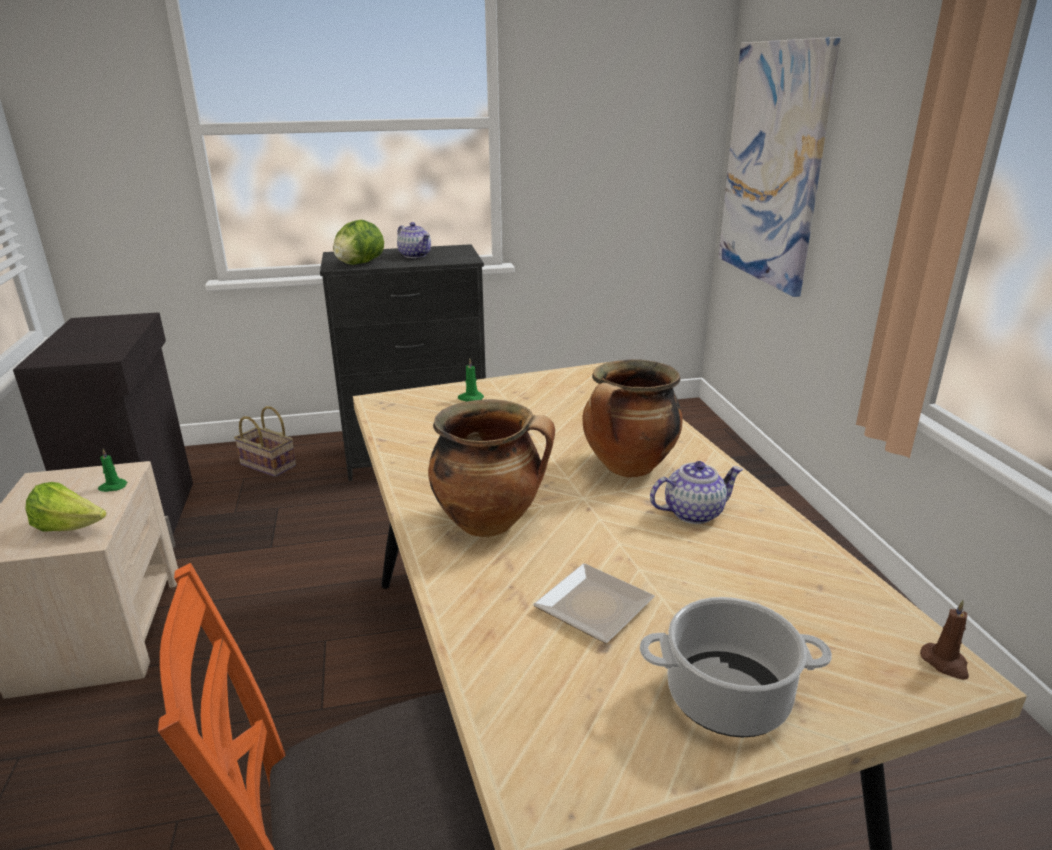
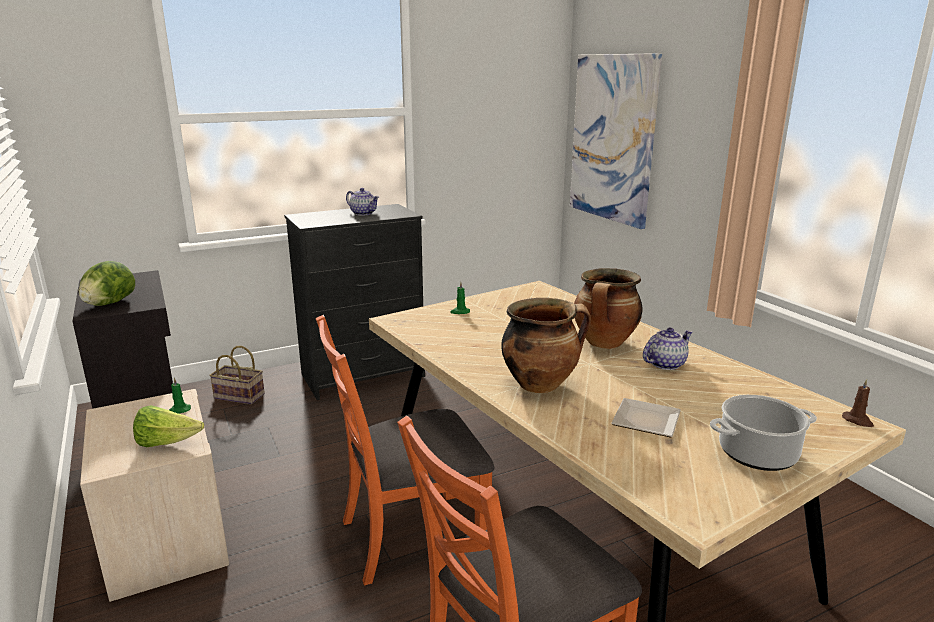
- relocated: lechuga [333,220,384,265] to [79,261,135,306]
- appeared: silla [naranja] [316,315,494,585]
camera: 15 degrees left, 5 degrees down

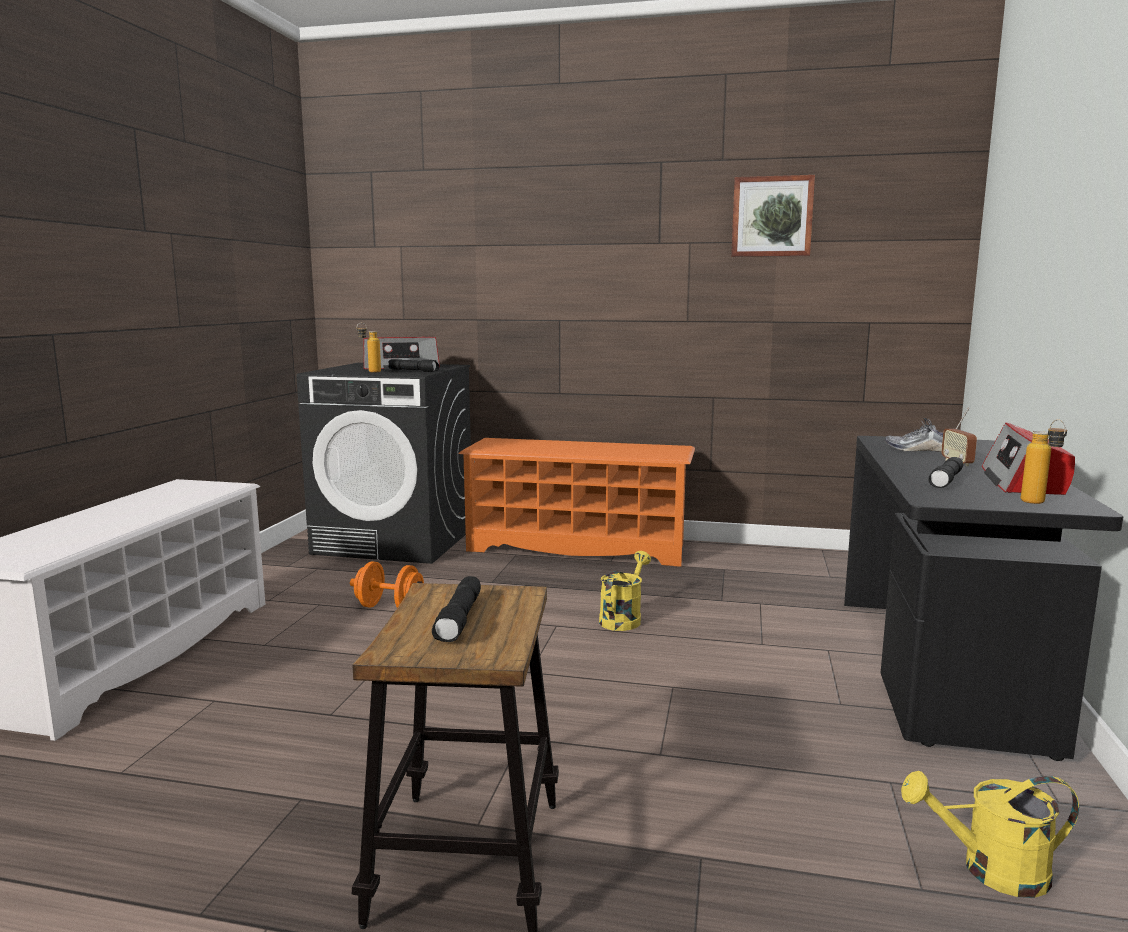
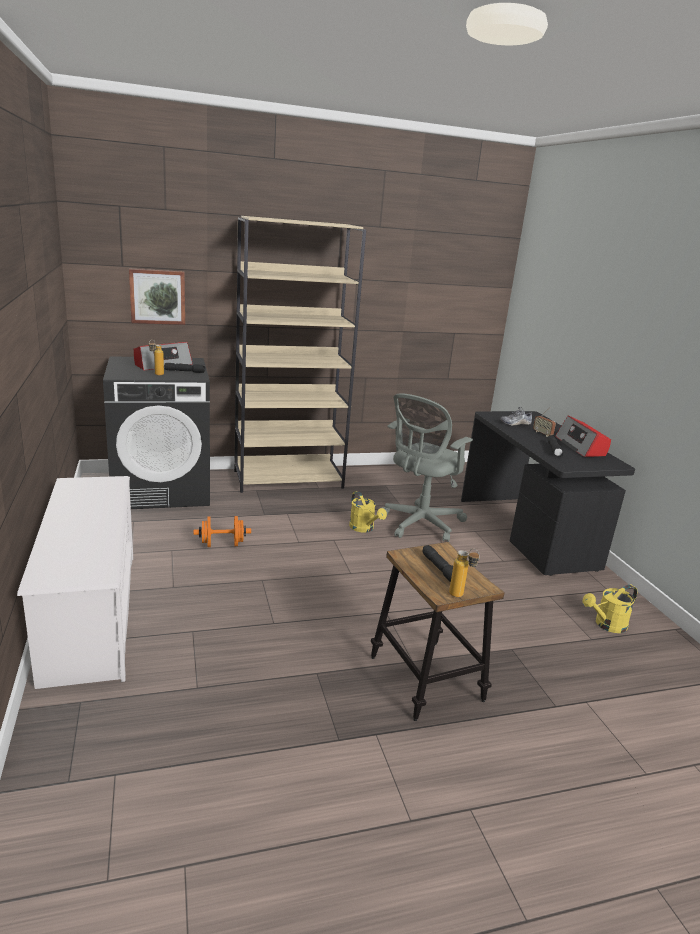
- exchanged: zapatero [naranja] [458,438,695,567] to estantería [beis] [234,216,366,493]
- spun: regadera [amarillo] [599,551,651,631] = [349,491,387,532] 150 degrees clockwise
- relocated: cuadro [731,175,815,257] to [129,268,185,325]
- relocated: botella [1021,419,1067,504] to [449,549,480,597]
- appeared: silla de oficina [gris] [382,393,473,542]
camera: 30 degrees left, 10 degrees up

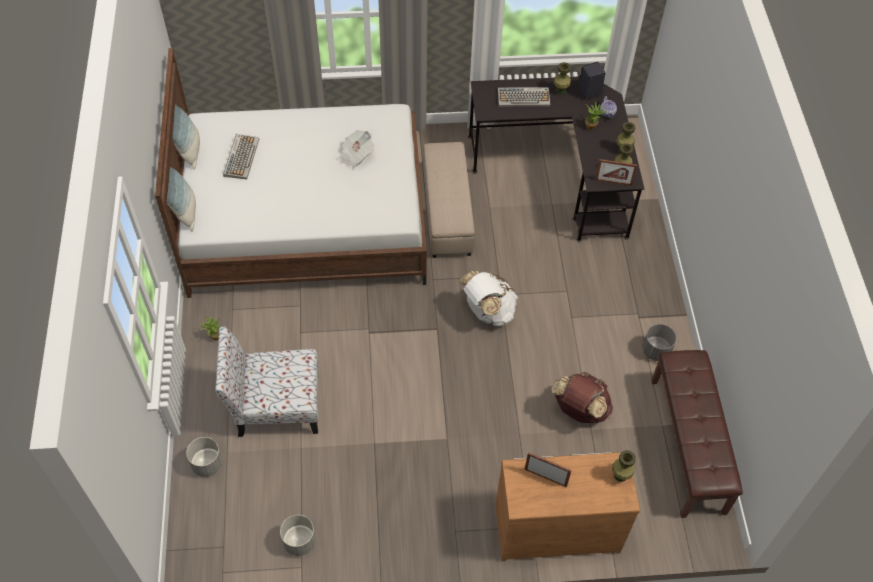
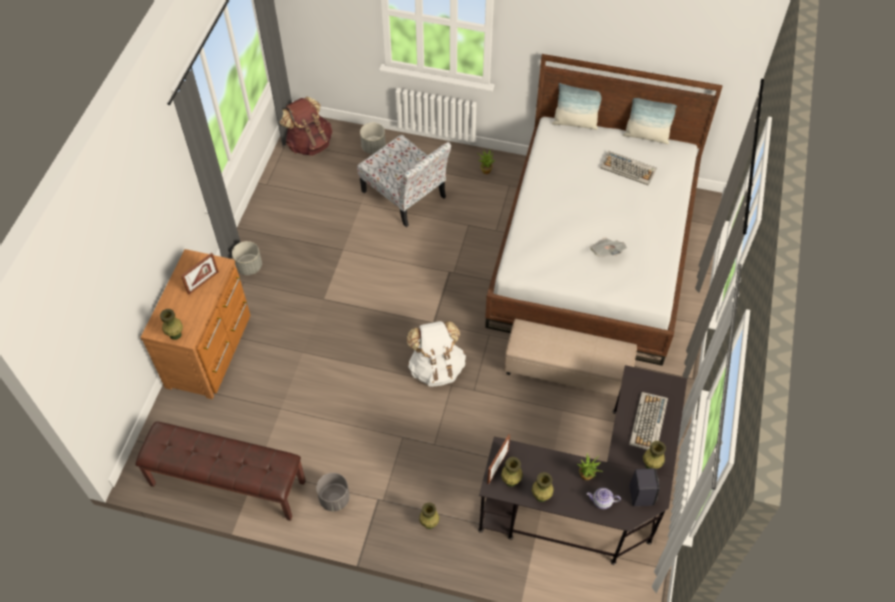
- spun: silla [215,326,318,437] = [357,135,451,227] 120 degrees clockwise
- relocated: maceta [gris] [280,515,316,556] to [232,241,262,275]
- relocated: mochila [marrón] [551,372,613,423] to [280,96,332,156]
- appeared: florero [verde] [419,502,439,529]
camera: 110 degrees right, 0 degrees up

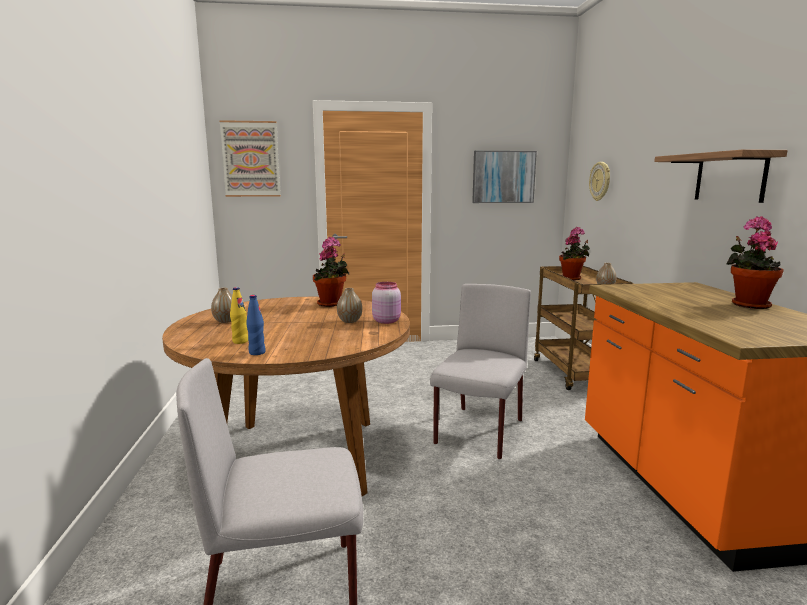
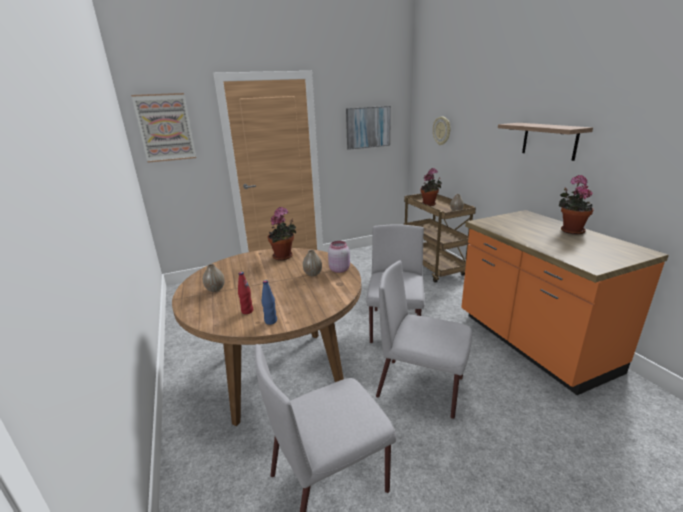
- colour: botella [amarillo] [230,287,248,344] to botella [rojo] [238,272,253,314]
- appeared: silla [gris] [376,260,472,419]
camera: 15 degrees left, 10 degrees up

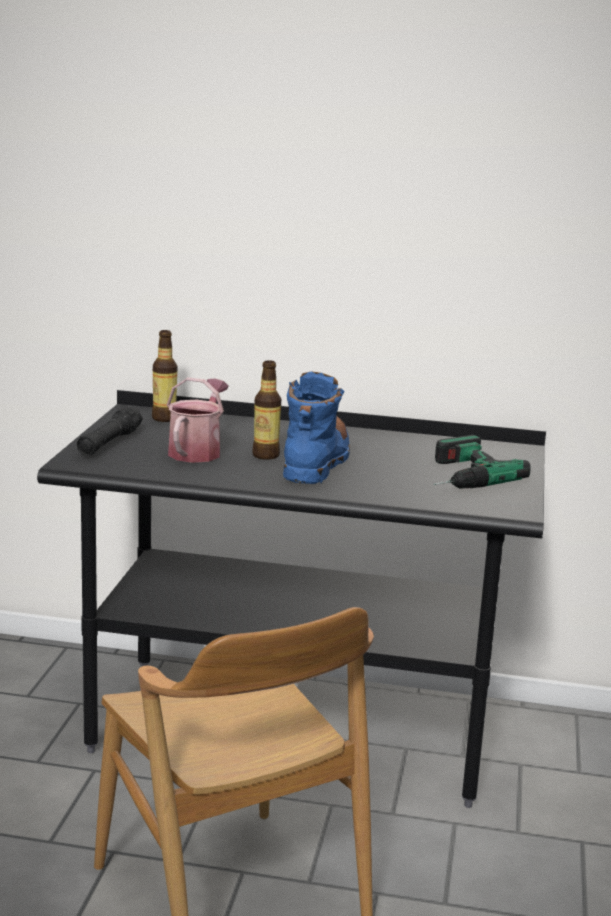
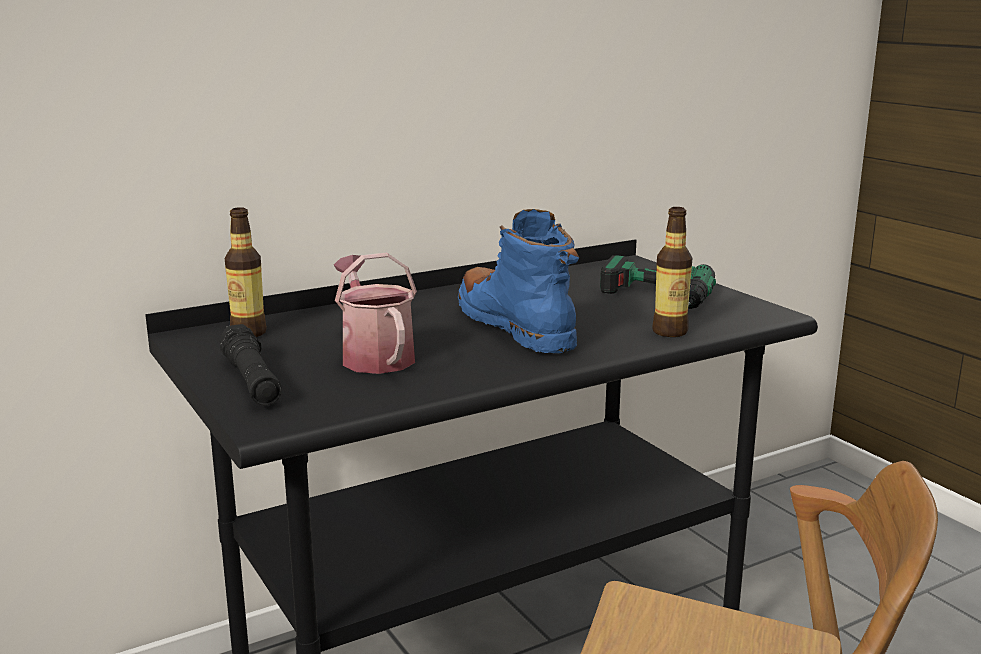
- relocated: botella [252,360,281,460] to [652,207,692,337]
camera: 40 degrees left, 0 degrees up

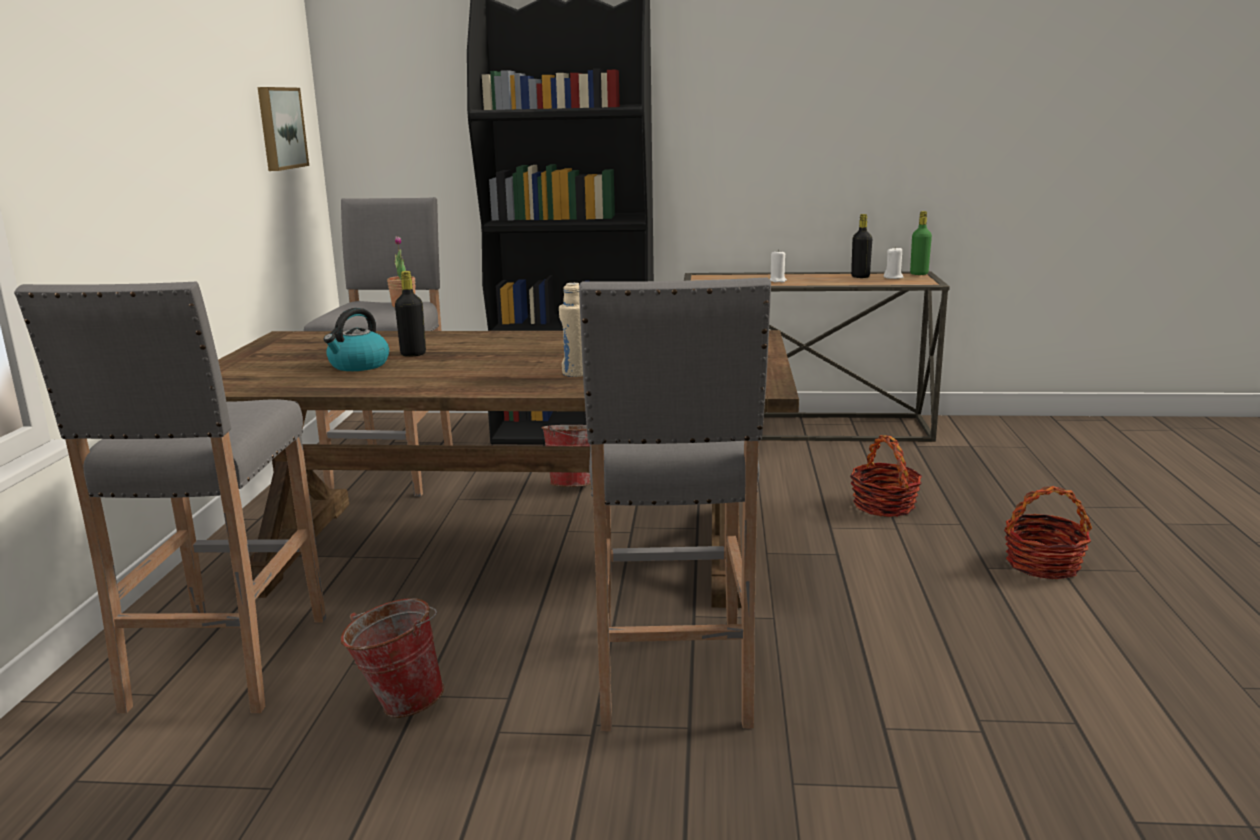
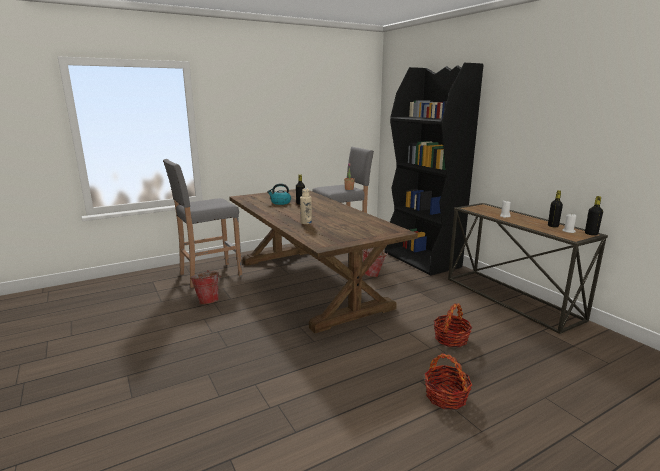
- missing: cuadro [258,87,309,171]
- missing: taburete [gris] [579,277,771,732]
- colour: botella [verde] [910,211,932,275] to botella [negro] [585,196,603,235]
camera: 55 degrees right, 0 degrees up

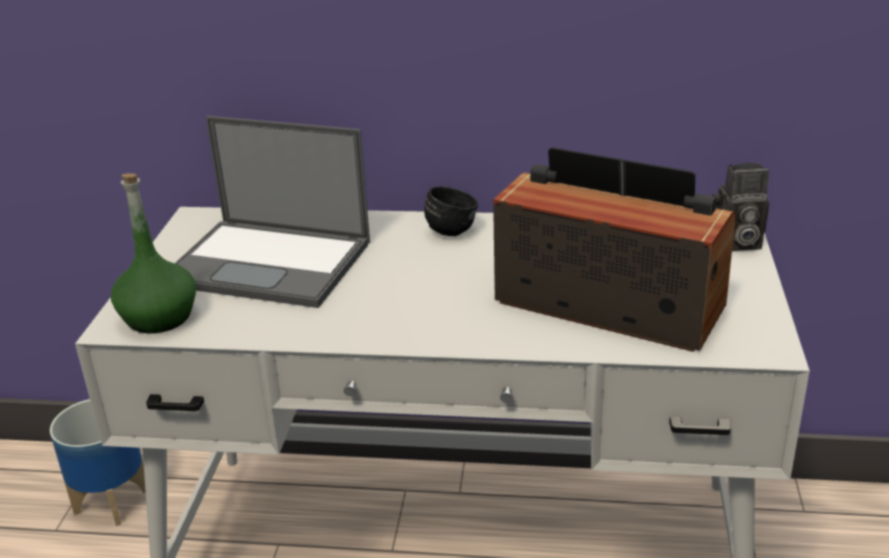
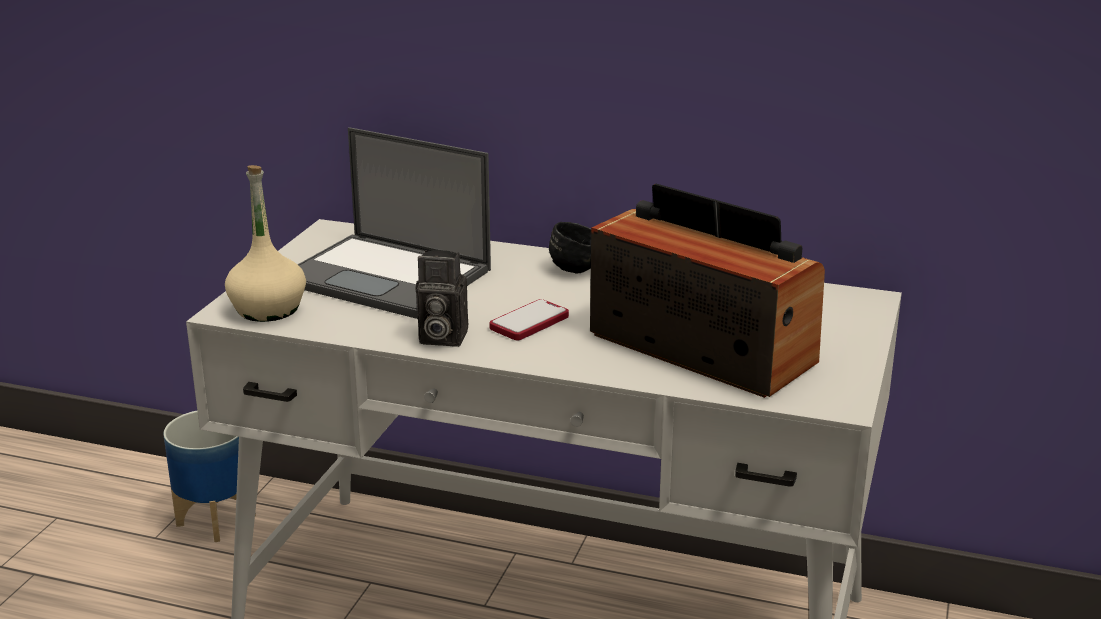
- colour: botella [verde] [111,173,196,334] to botella [beis] [225,165,306,322]
- relocated: cámara [712,163,769,251] to [416,250,468,347]
- appeared: móvil [489,299,569,340]
camera: 10 degrees right, 5 degrees down

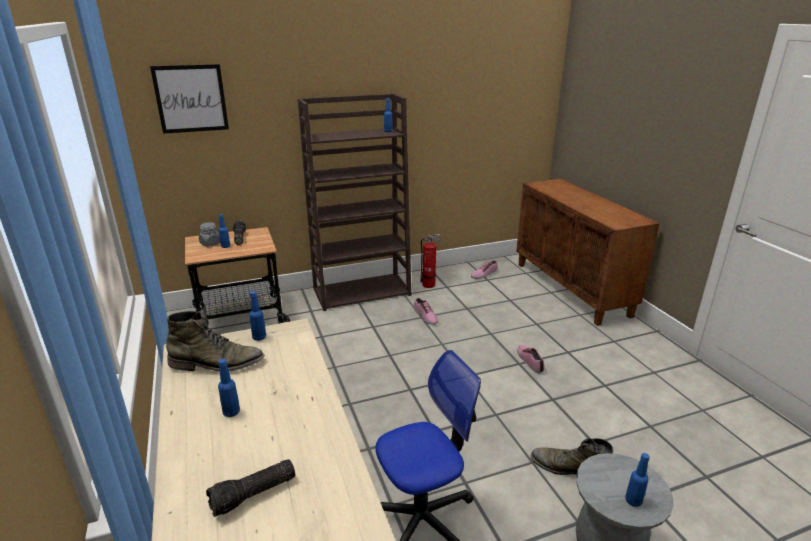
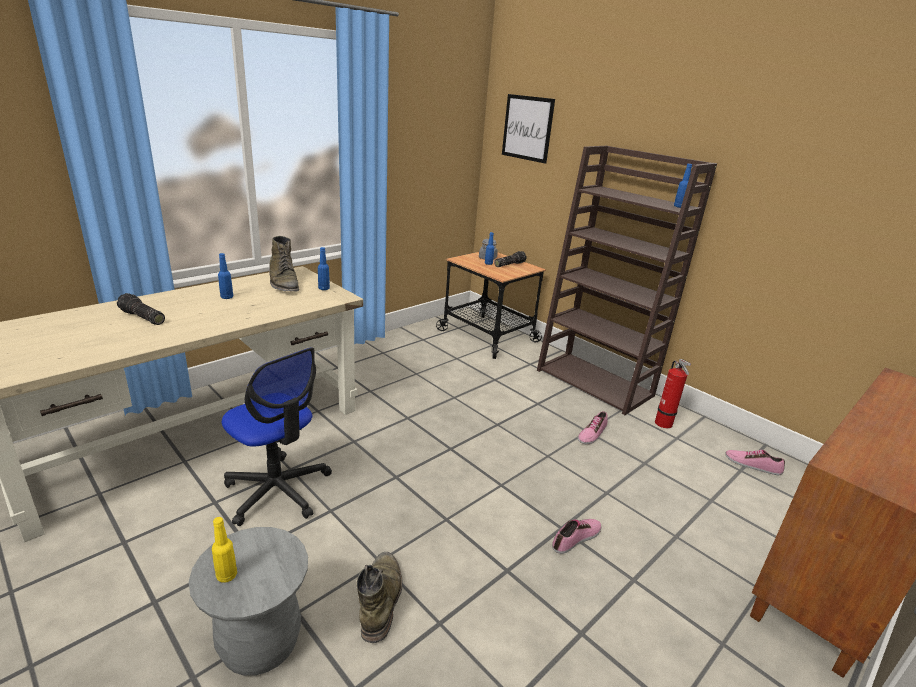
- colour: botella [azul] [625,453,649,507] to botella [amarillo] [212,517,237,583]
camera: 65 degrees right, 0 degrees up

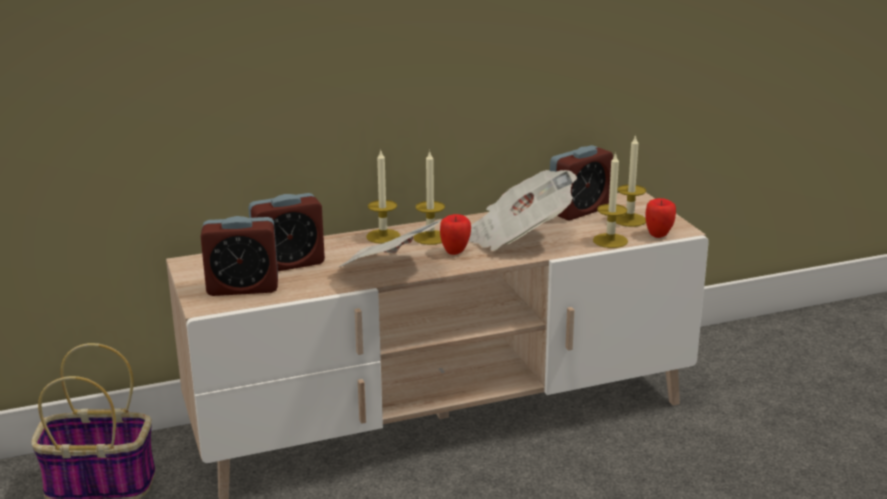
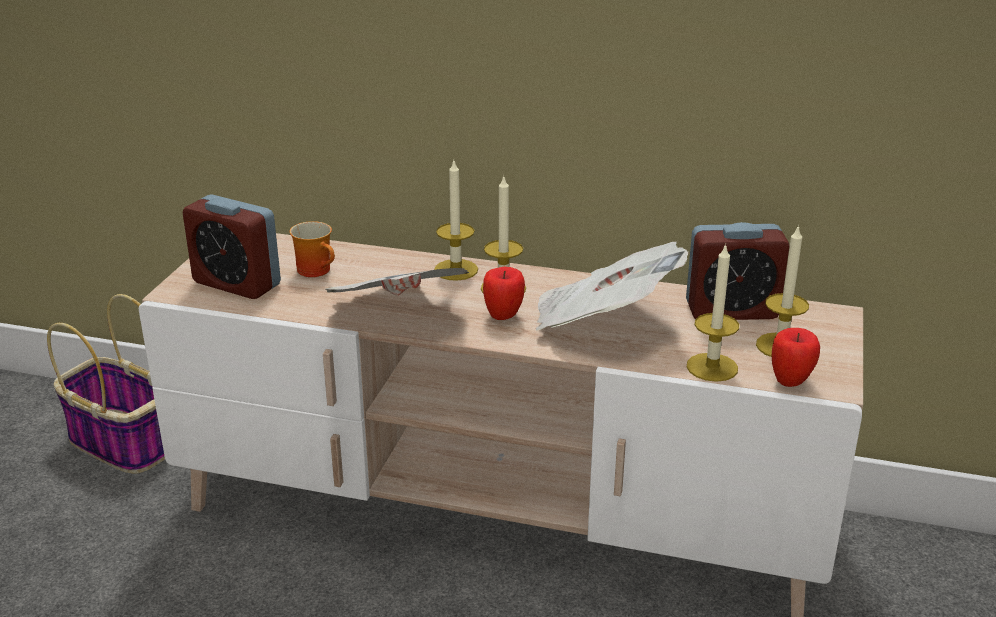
- exchanged: despertador [248,193,325,271] to taza grande [290,221,335,277]
camera: 35 degrees right, 5 degrees up

